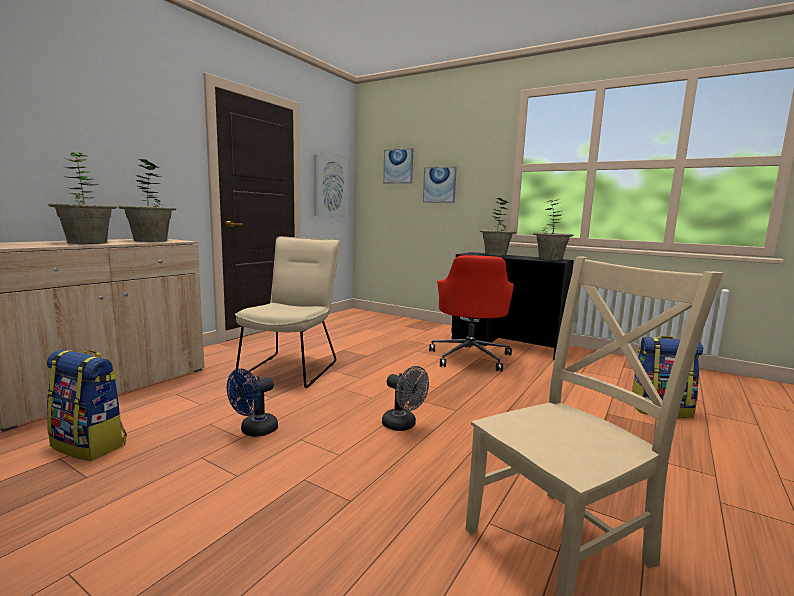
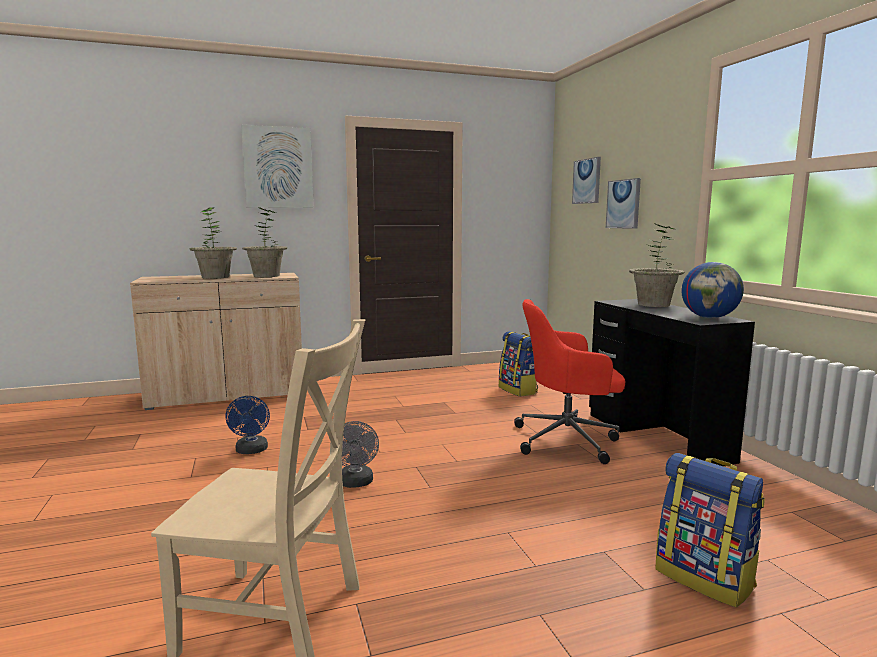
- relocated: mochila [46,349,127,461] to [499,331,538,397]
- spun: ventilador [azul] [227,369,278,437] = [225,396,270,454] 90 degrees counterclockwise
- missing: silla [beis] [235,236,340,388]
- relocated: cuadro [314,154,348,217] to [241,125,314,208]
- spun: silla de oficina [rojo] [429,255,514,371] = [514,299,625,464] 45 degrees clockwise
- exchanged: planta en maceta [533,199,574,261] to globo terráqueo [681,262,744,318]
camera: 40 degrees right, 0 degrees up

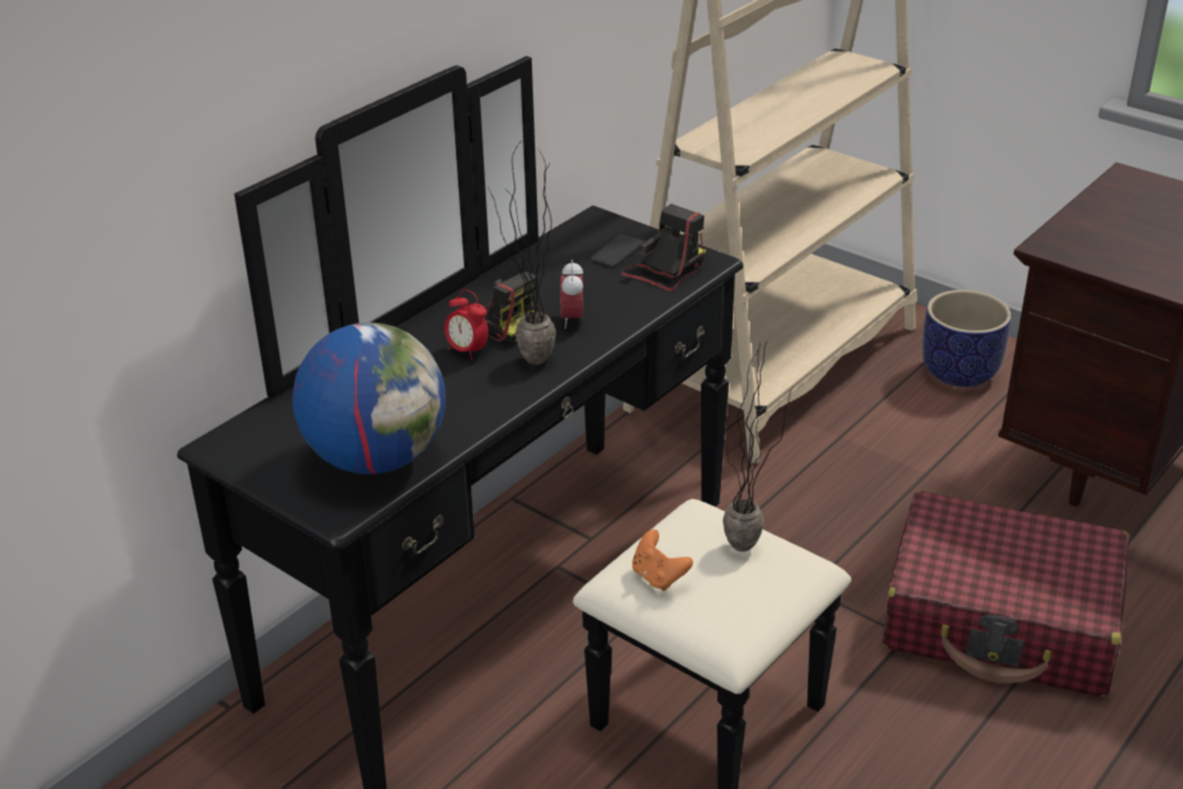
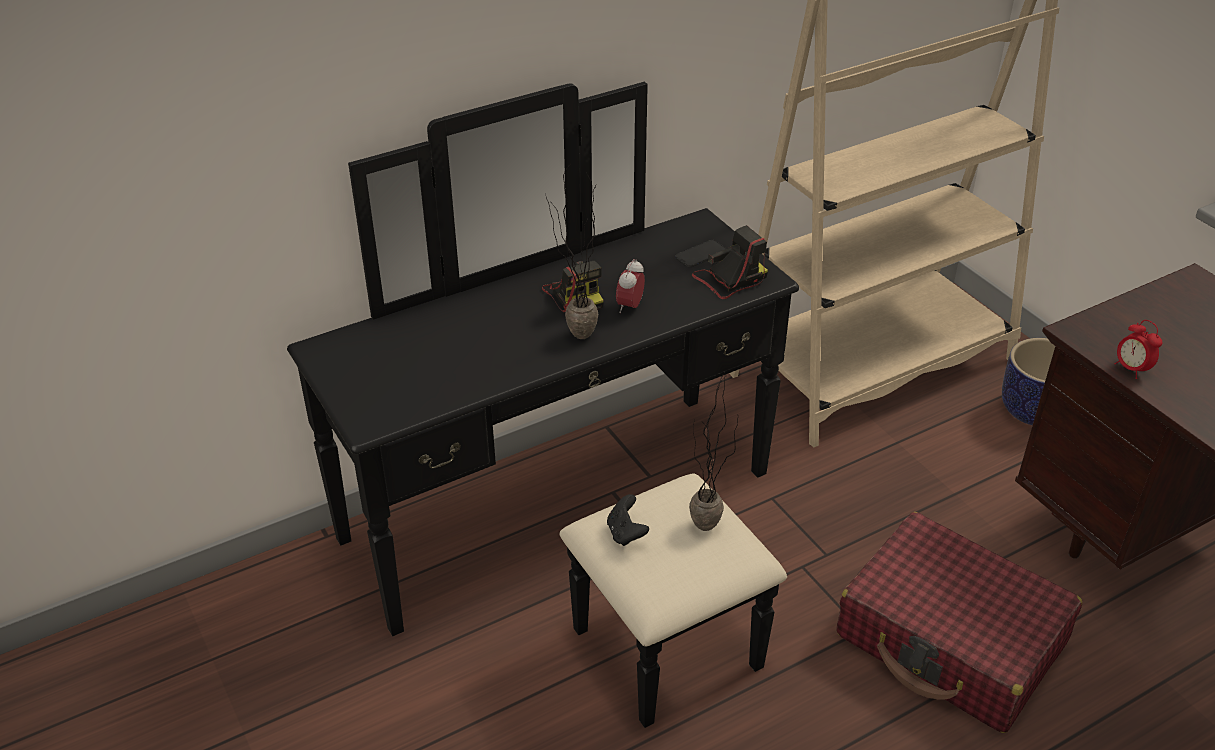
- missing: globo terráqueo [292,322,445,474]
- relocated: despertador [444,290,488,360] to [1114,320,1163,379]
- colour: mando de consola [naranja] [632,530,693,591] to mando de consola [negro] [607,494,649,546]
camera: 20 degrees right, 5 degrees up

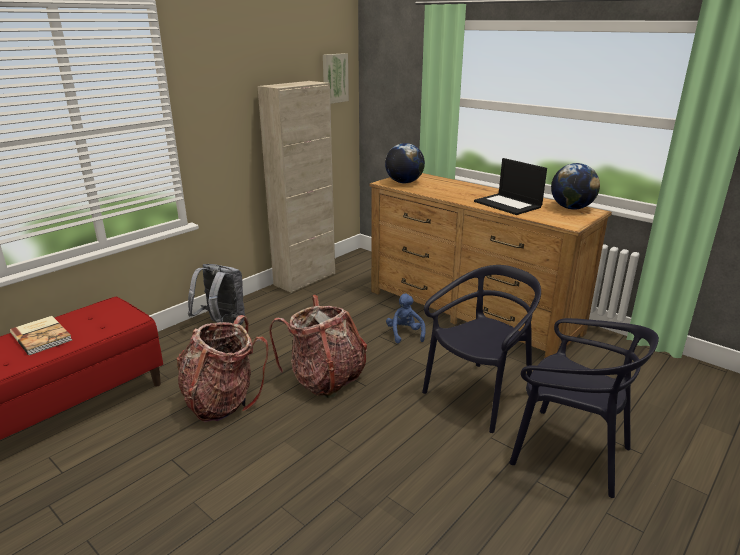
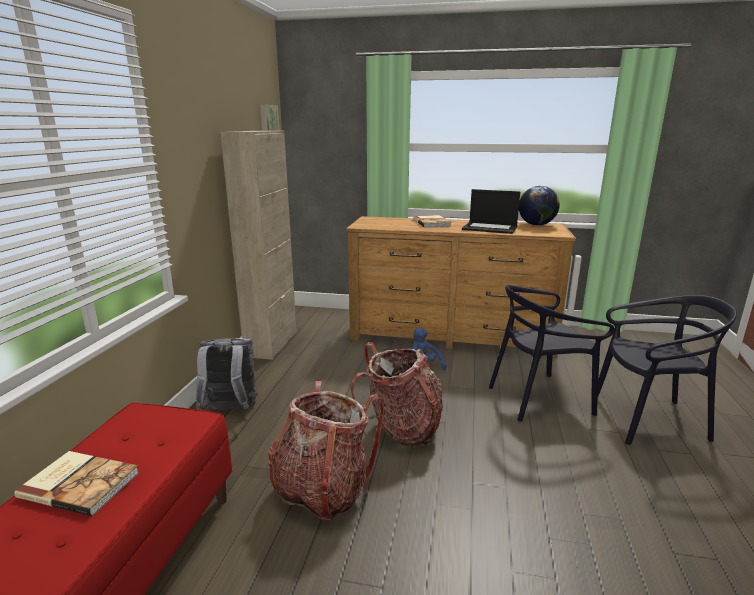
- missing: globo terráqueo [385,143,425,183]
- spun: silla [negro] [422,265,541,433] = [489,285,615,422] 120 degrees counterclockwise
- appeared: libro [413,215,452,228]
camera: 30 degrees left, 5 degrees down

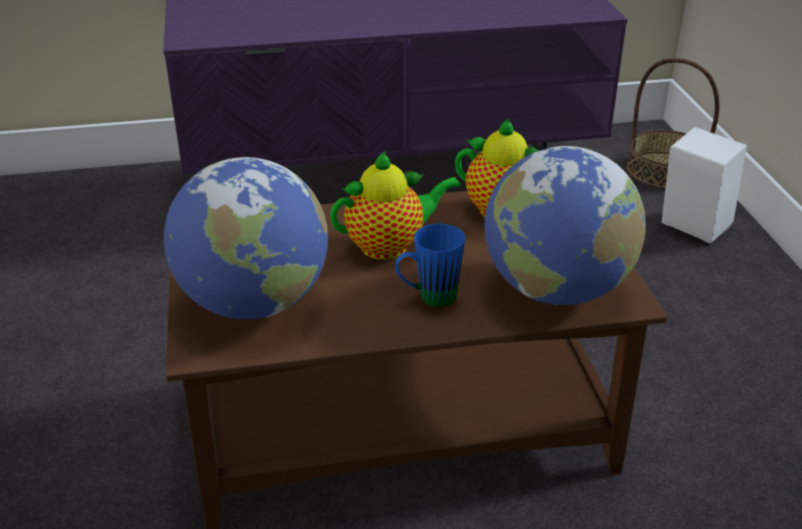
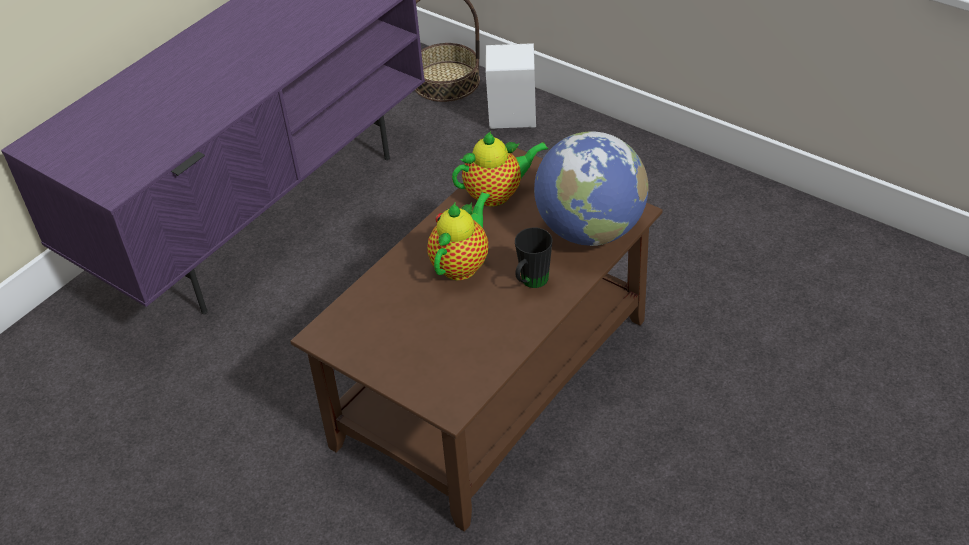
- missing: globo terráqueo [164,157,328,319]
- colour: taza grande [azul] [395,224,465,307] to taza grande [negro] [515,228,553,288]
camera: 40 degrees left, 10 degrees up

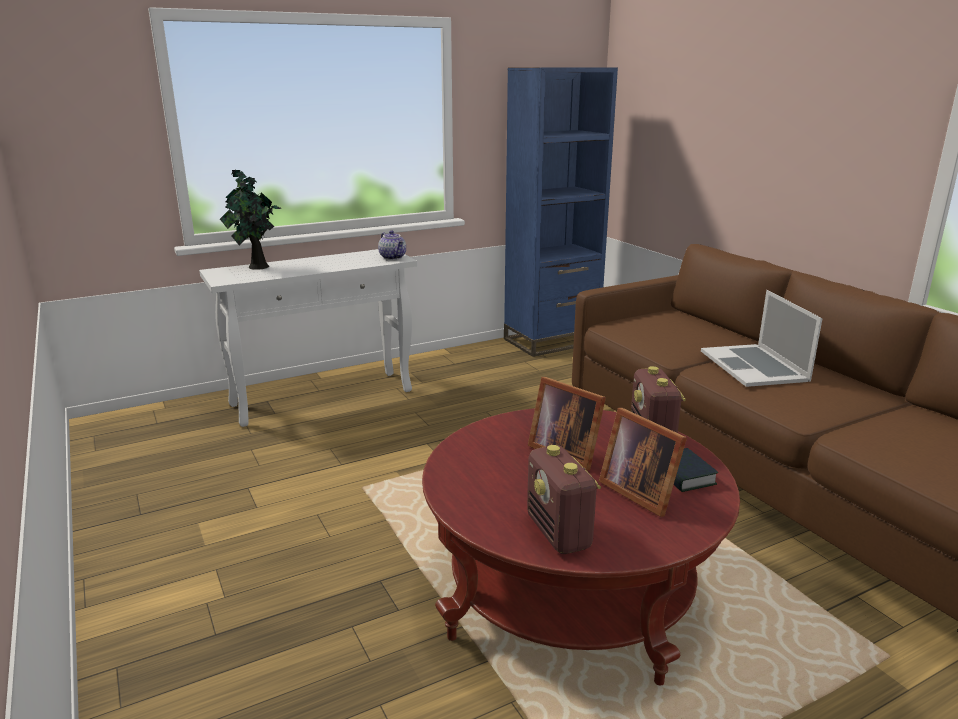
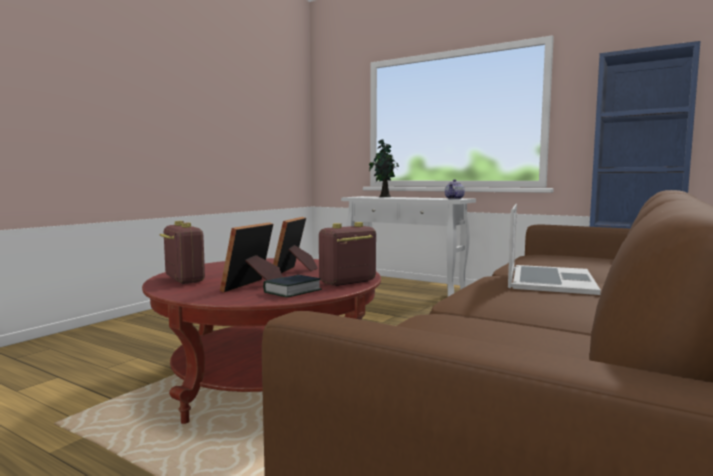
- spun: radio [527,445,601,554] = [160,221,205,284] 105 degrees clockwise
- spun: portátil [701,290,822,387] = [508,204,601,295] 150 degrees clockwise
camera: 60 degrees right, 15 degrees down

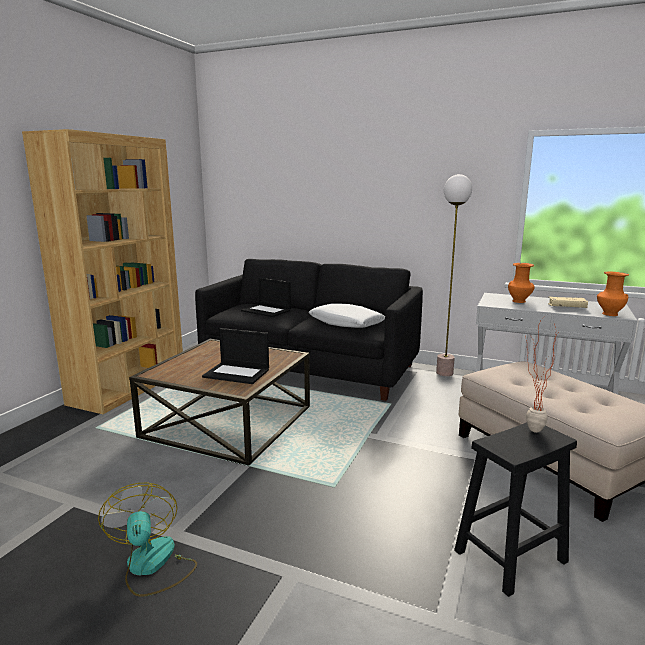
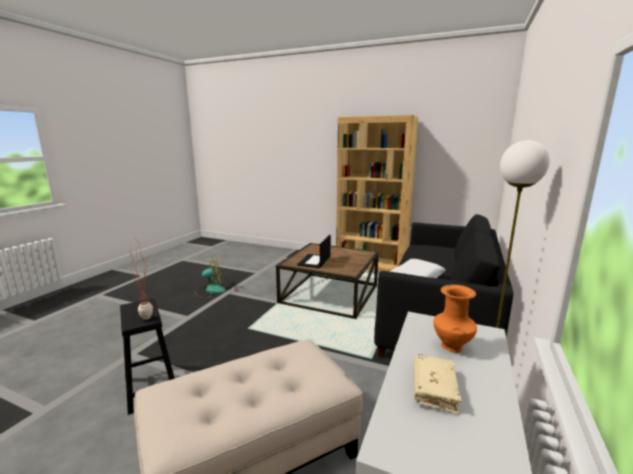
- missing: portátil [241,278,291,317]
- missing: florero [naranja] [597,271,629,316]
camera: 90 degrees right, 0 degrees up

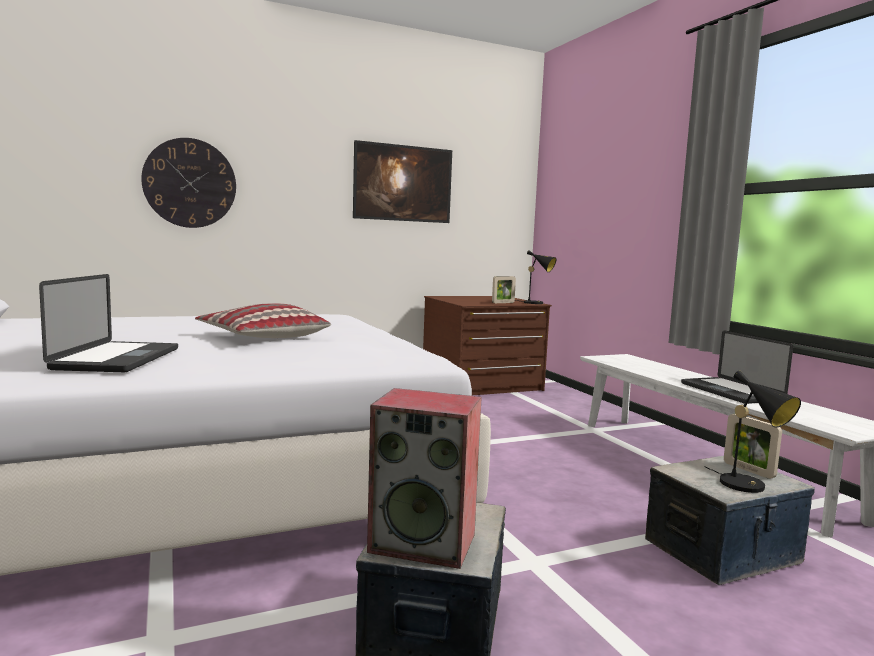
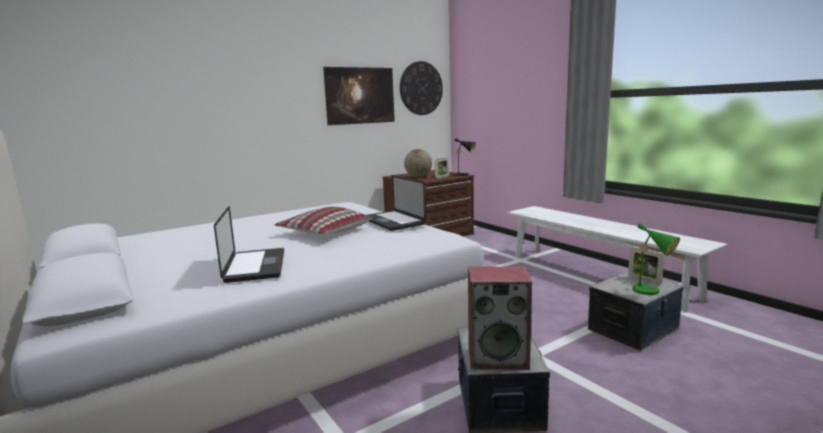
- relocated: reloj de pared [141,138,236,228] to [400,61,443,115]
- relocated: portátil [681,330,793,404] to [367,175,426,231]
- colour: lámpara de mesa [negro] [704,371,801,493] to lámpara de mesa [verde] [622,223,680,295]
- appeared: globo terráqueo [404,149,432,177]
camera: 10 degrees left, 5 degrees up

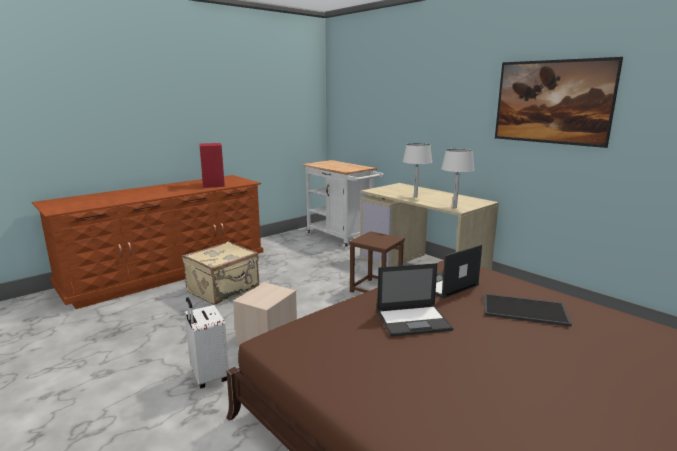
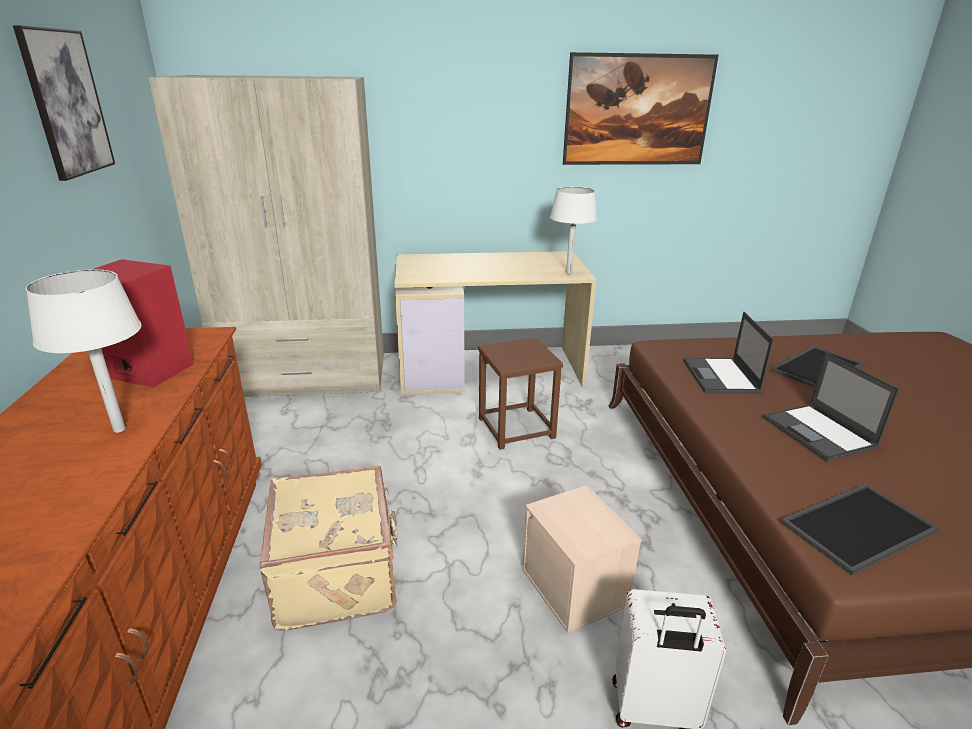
- exchanged: carrito [blanco] [302,160,384,248] to armario ropero [beis] [148,75,384,397]
- spun: portátil [377,263,454,337] = [764,352,899,461] 135 degrees clockwise
- relocated: lámpara de mesa [blanco] [403,143,432,197] to [26,270,142,433]
- appeared: cuadro [13,25,115,181]
- appeared: bandeja [781,484,940,575]
camera: 55 degrees left, 10 degrees up

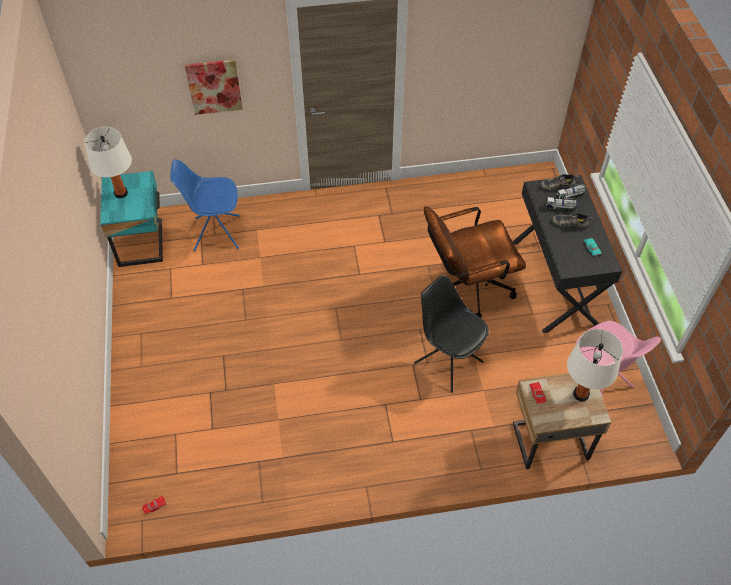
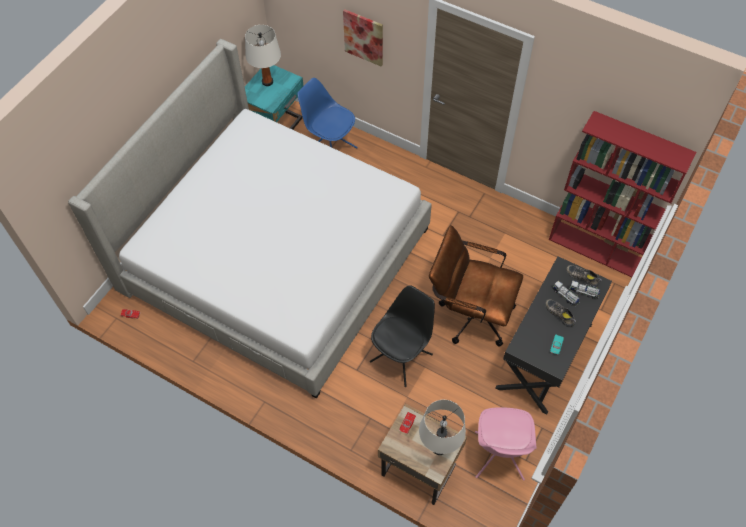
- spun: silla [negro] [414,275,489,393] = [370,285,435,387] 45 degrees clockwise
- appeared: cama [68,39,432,399]
- appeared: estantería [rojo] [549,111,697,277]
camera: 40 degrees right, 5 degrees up

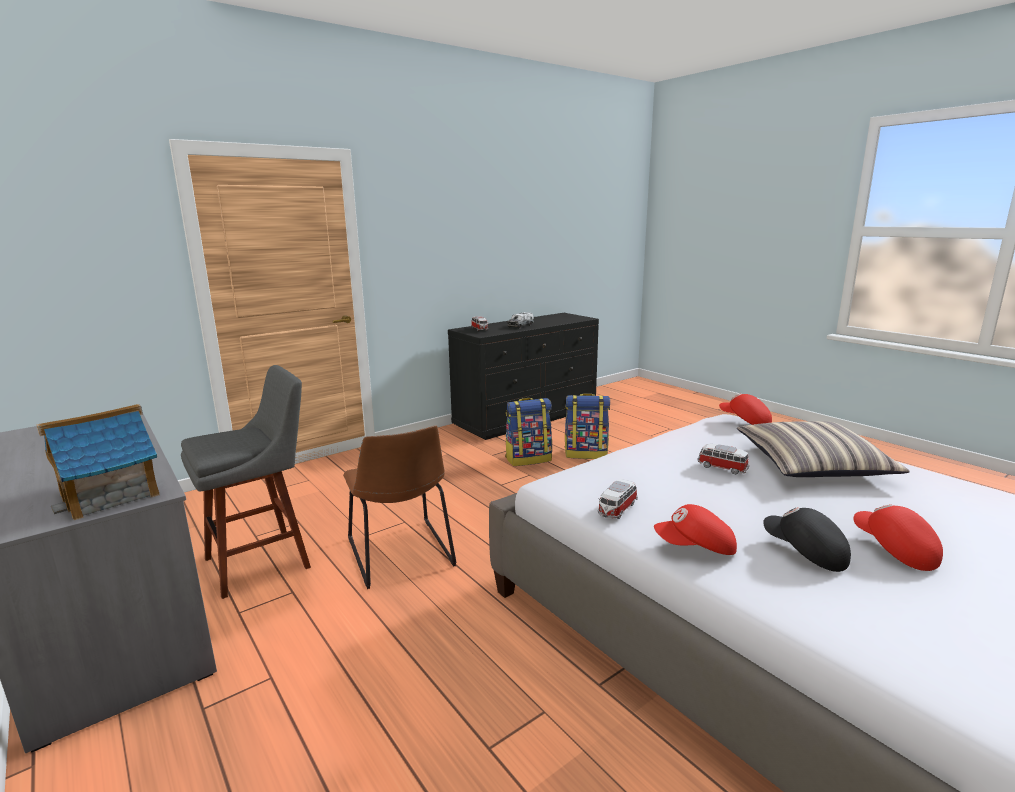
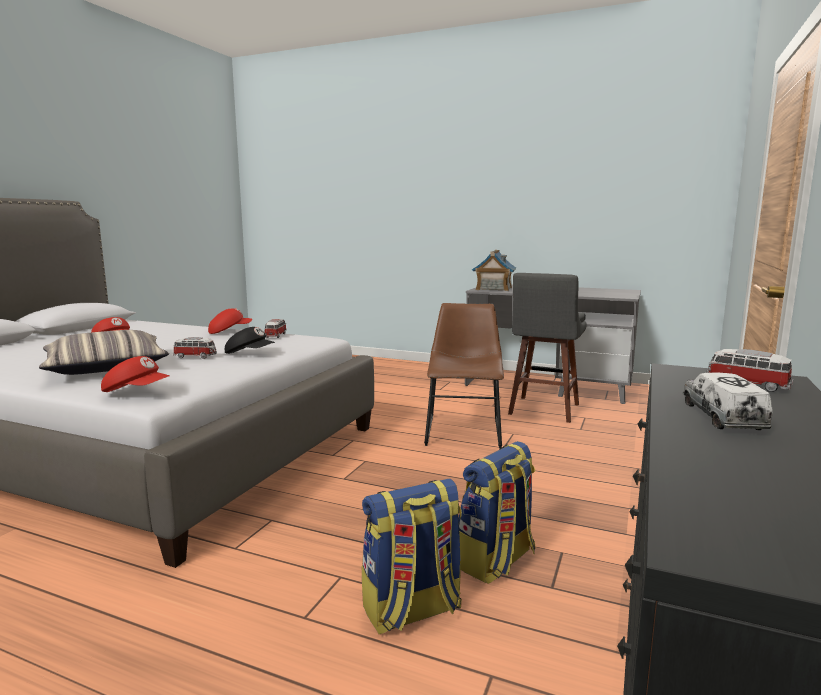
- spun: silla [marrón] [343,425,457,589] = [424,303,504,449] 60 degrees clockwise
- relocated: gorra [negro] [763,507,851,572] to [225,327,275,354]
camera: 150 degrees right, 5 degrees down

